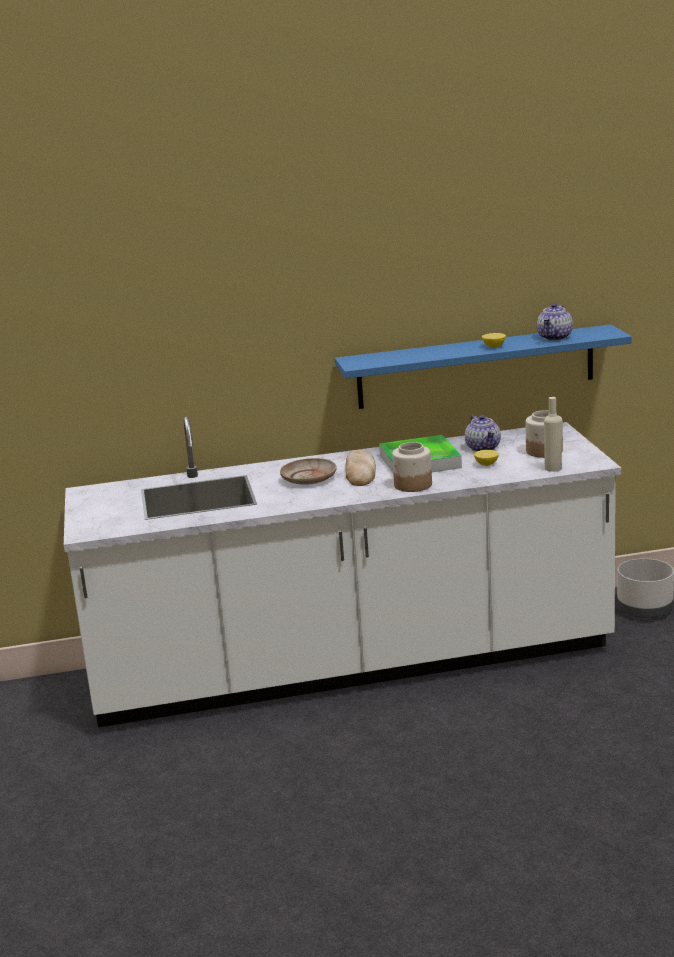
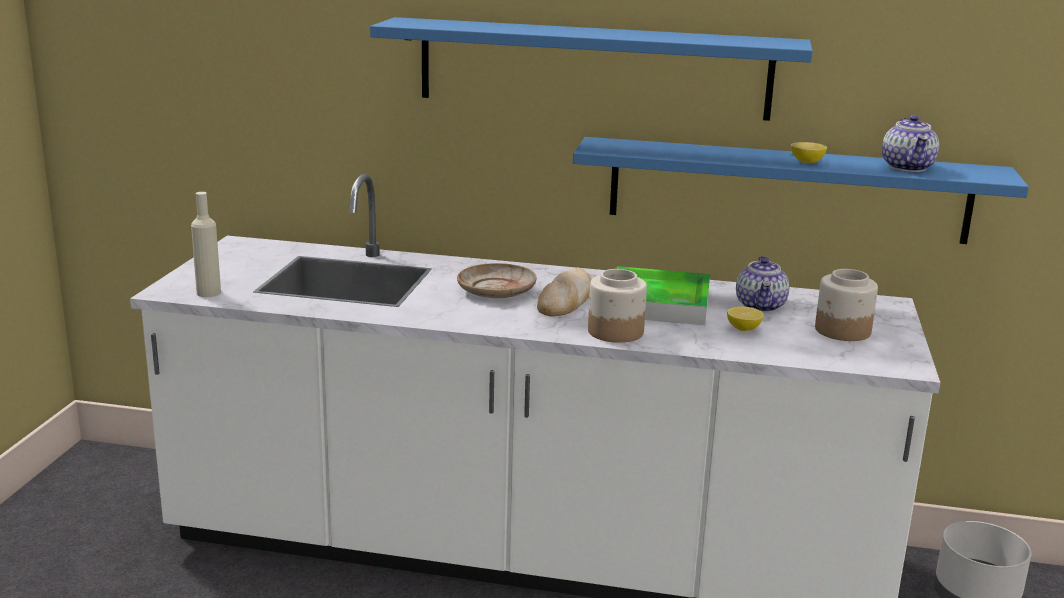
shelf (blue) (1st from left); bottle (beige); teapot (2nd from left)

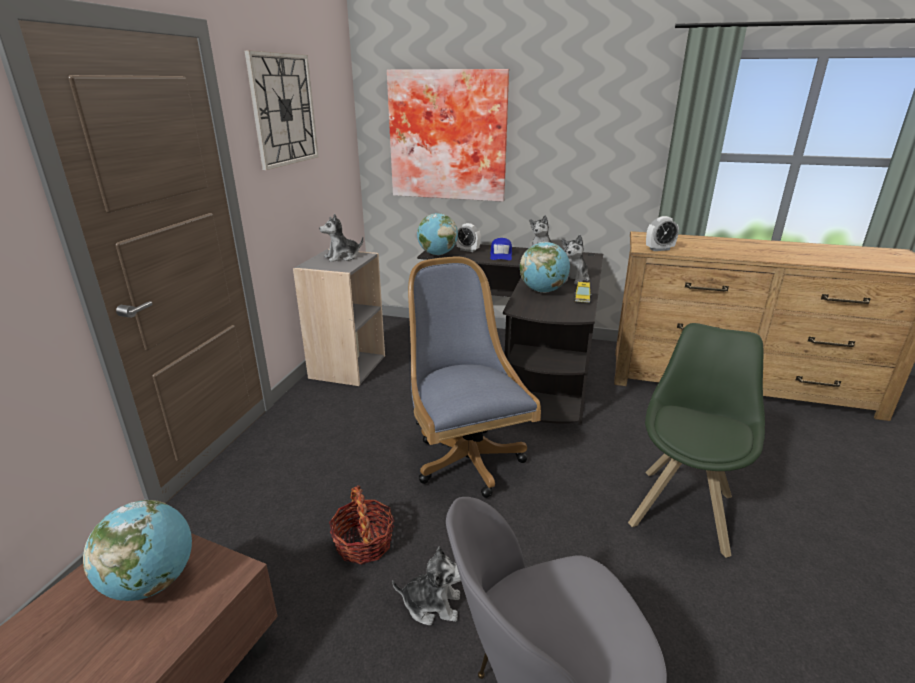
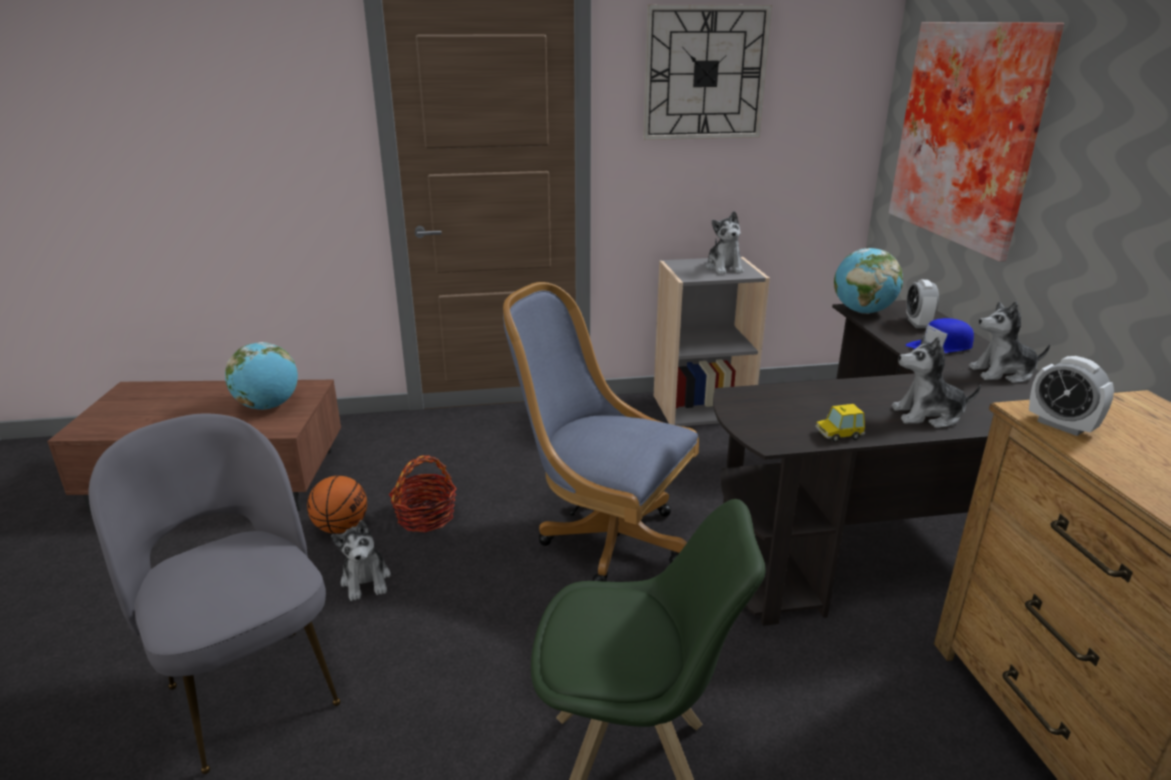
globe (3rd from left in the first image); basketball; plush toy (2nd from left); office chair (blue)

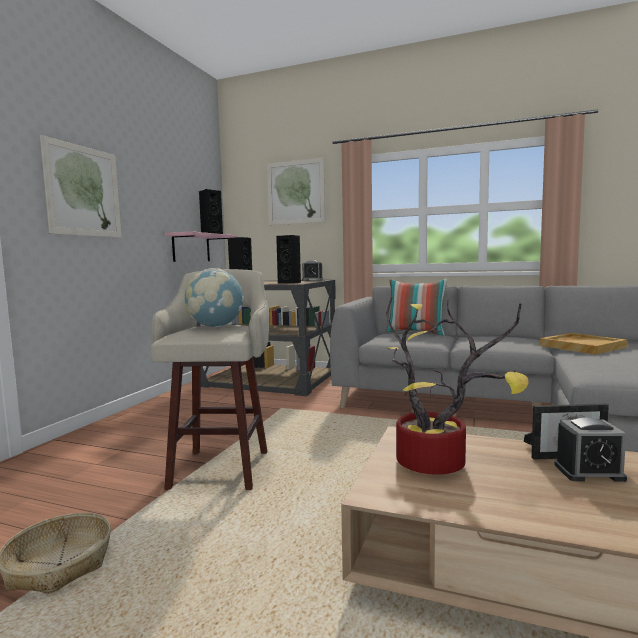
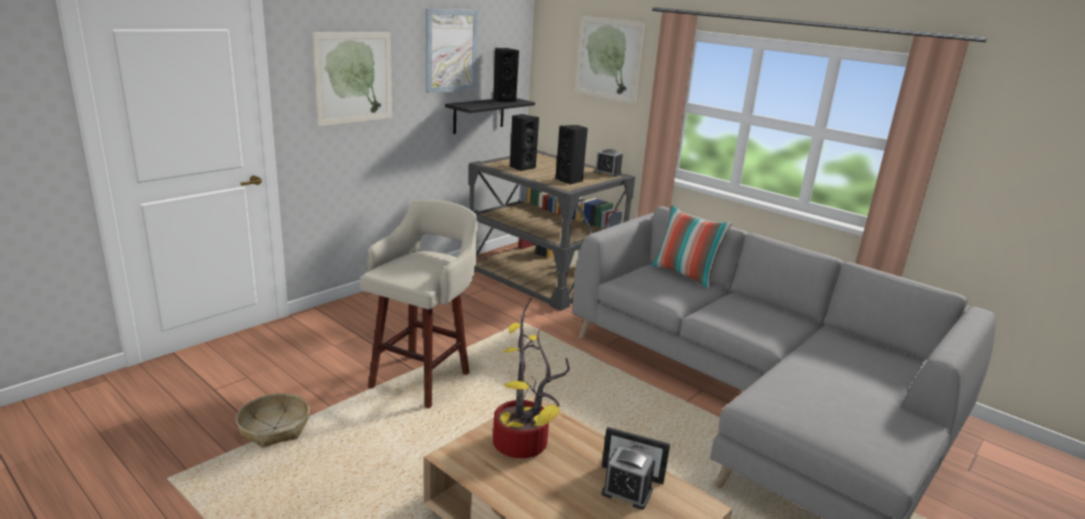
globe; tray (beige); picture (2nd from left); shelf (black)

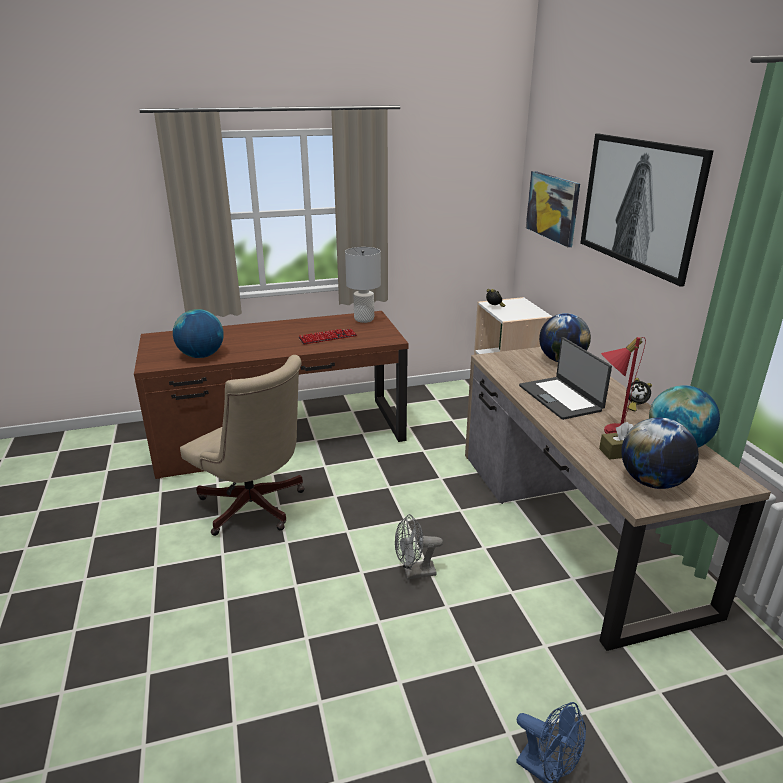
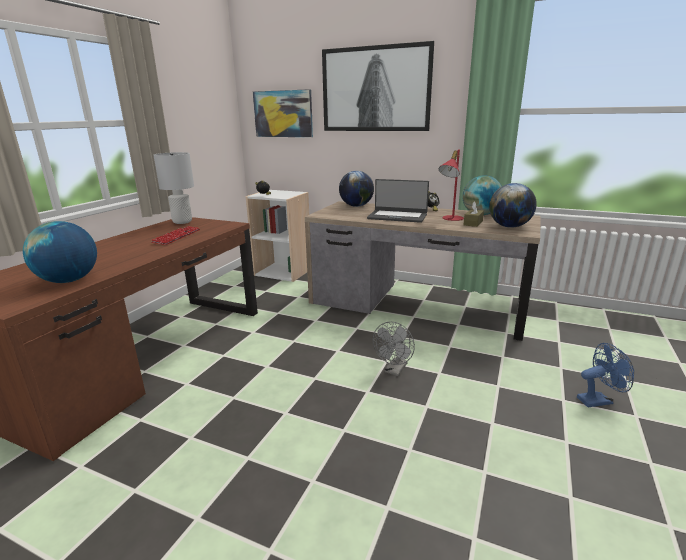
office chair (beige)

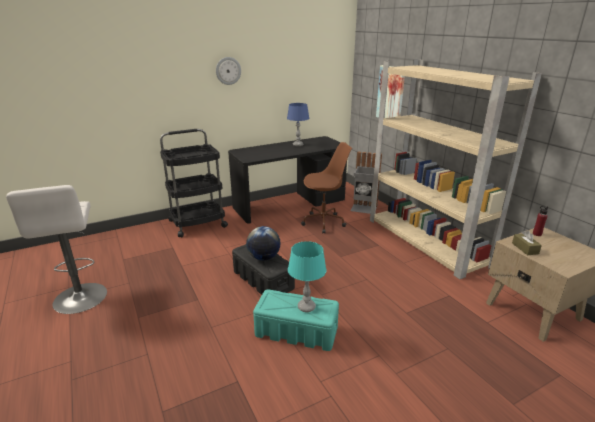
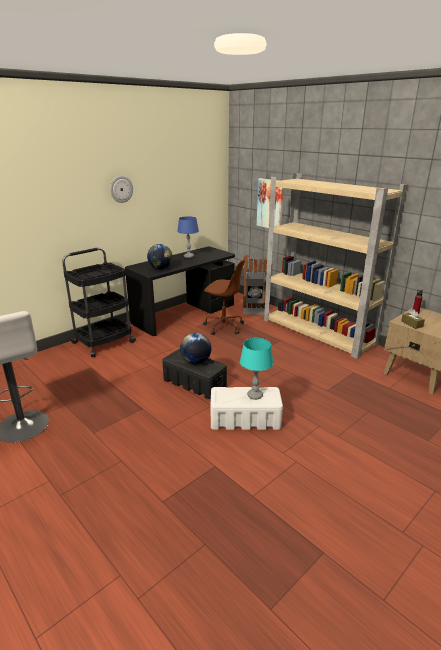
globe (1st from left); storage box (white); office chair (brown)

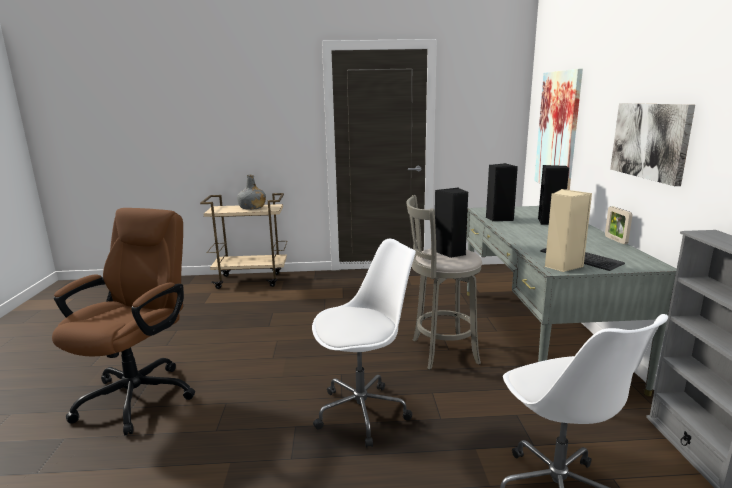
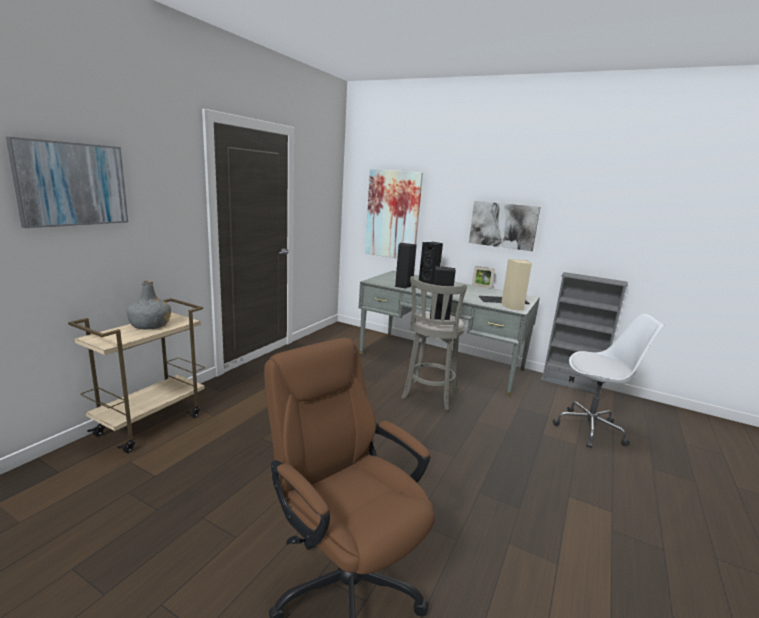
office chair (white) (1st from left in the first image); picture (1st from left)

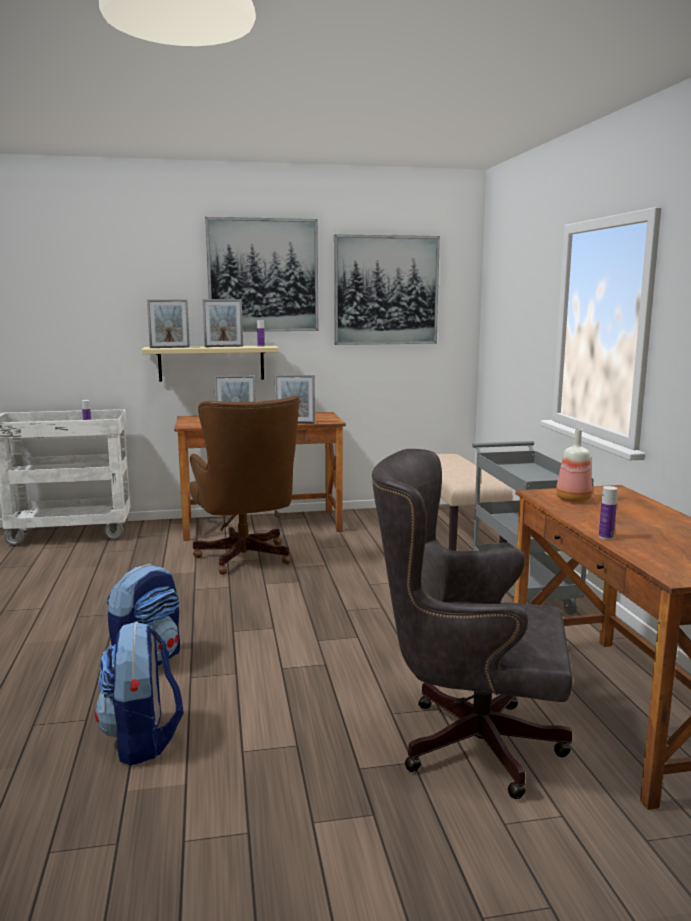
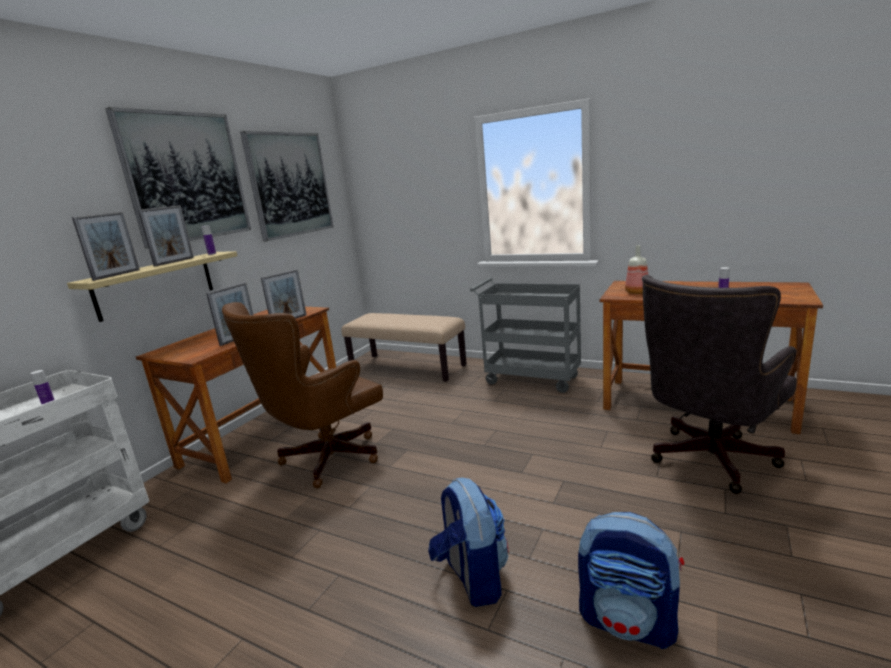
office chair (brown)

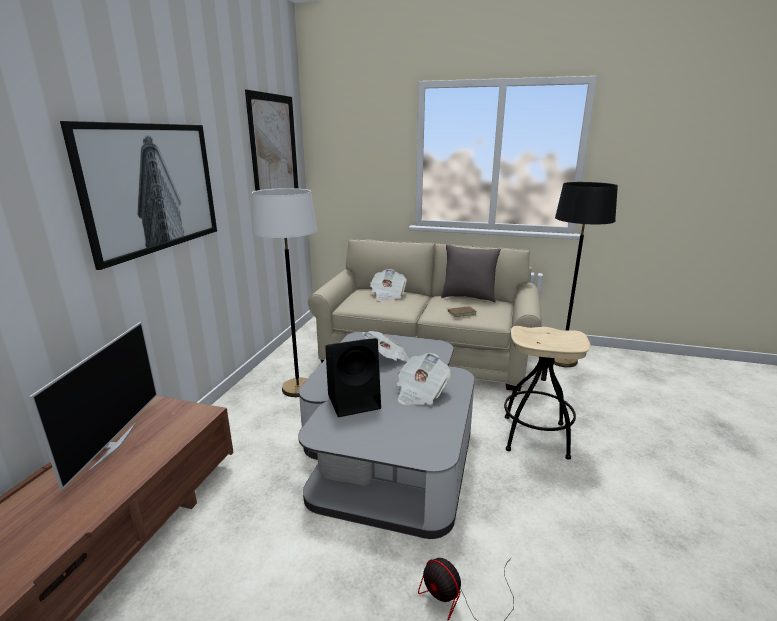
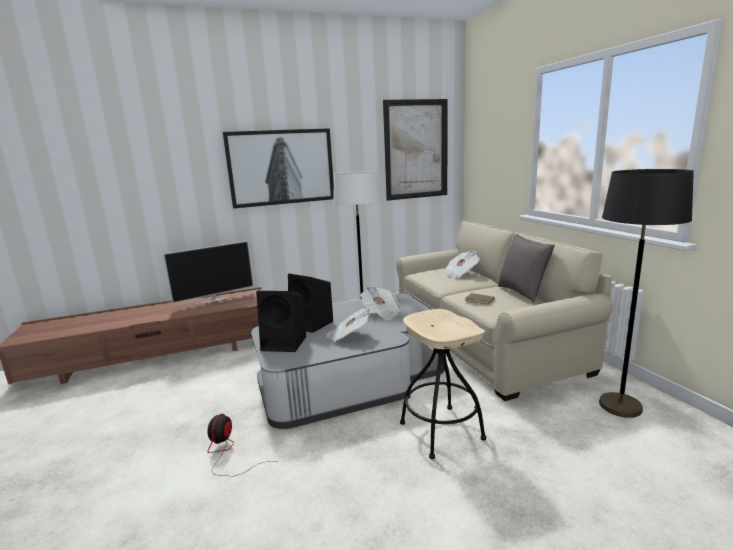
speaker (black) (1st from left)

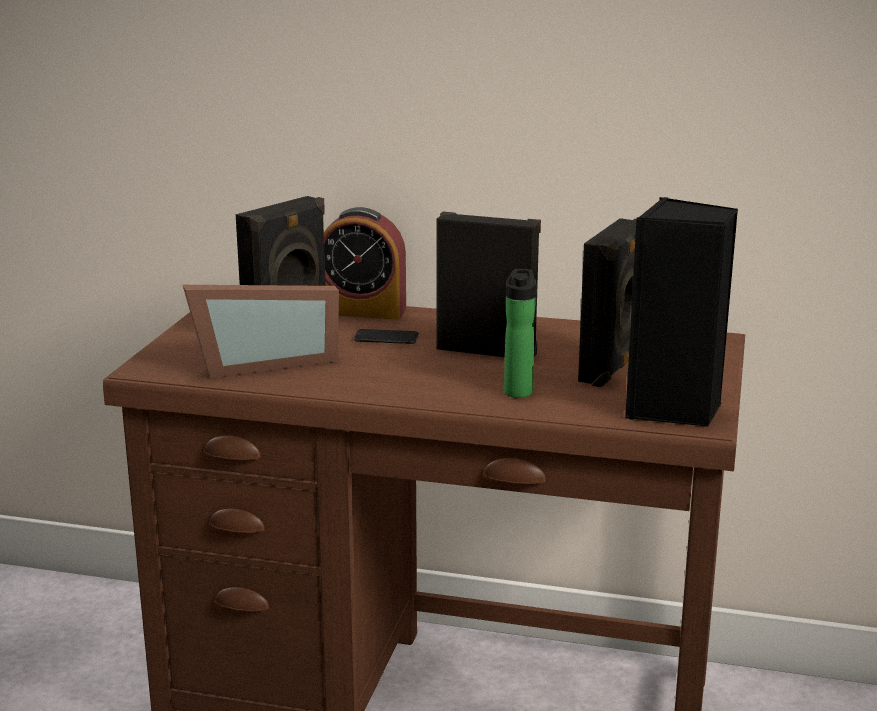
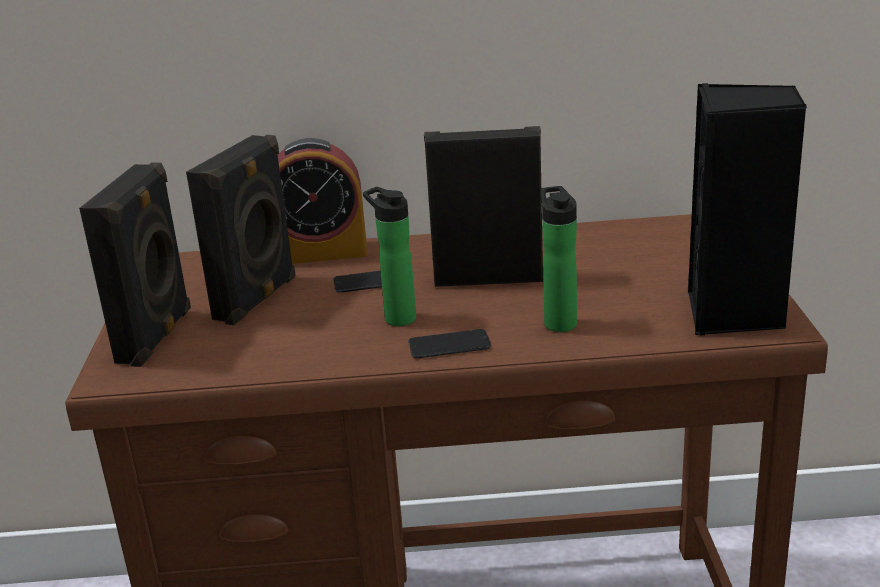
picture frame; bottle (1st from left); phone (2nd from left); speaker (black) (1st from left)

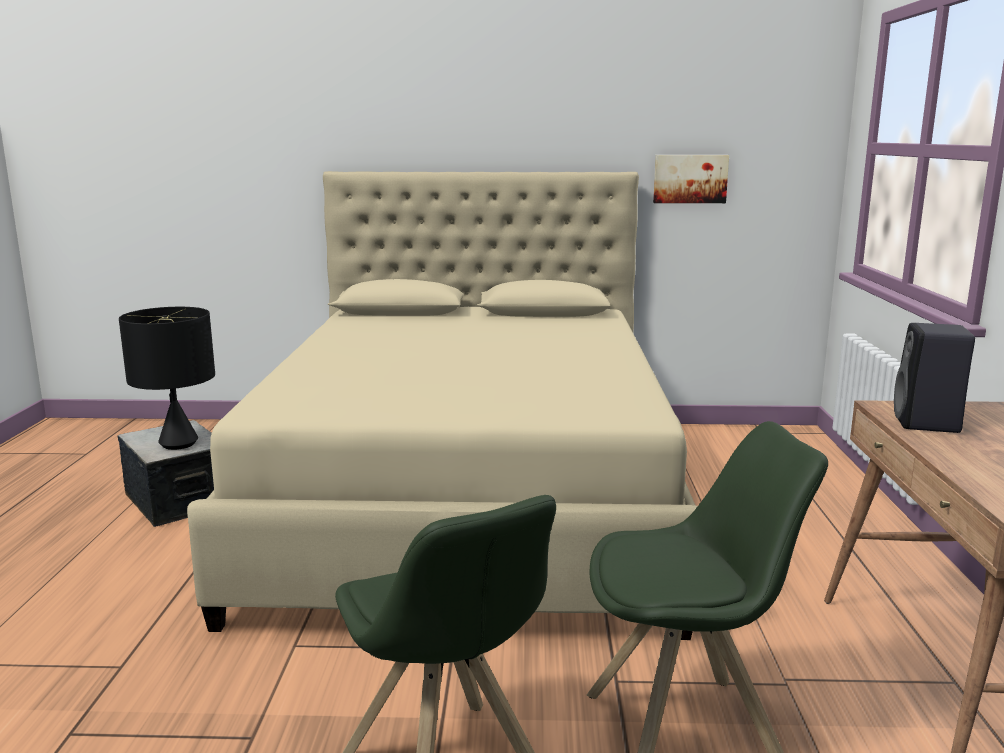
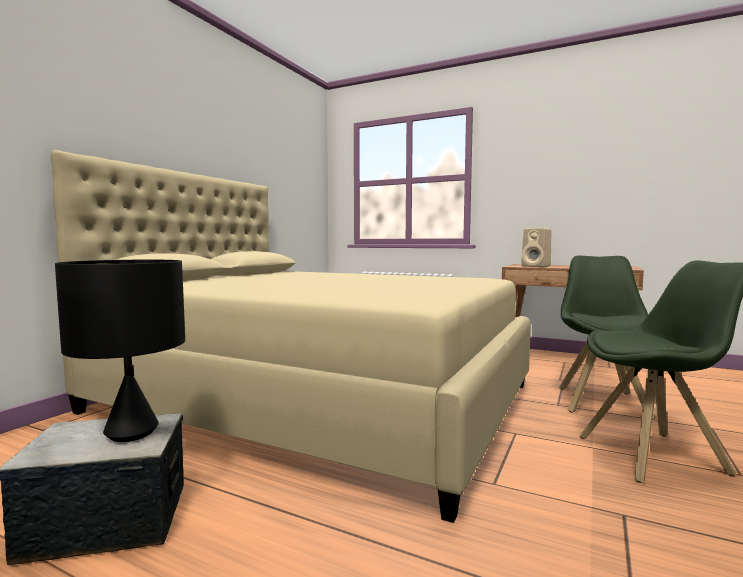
picture; speaker (beige)

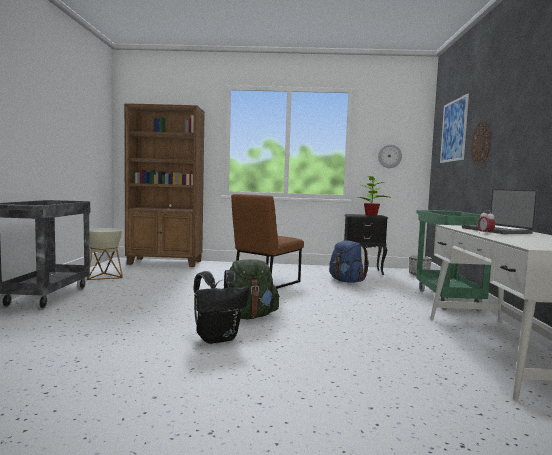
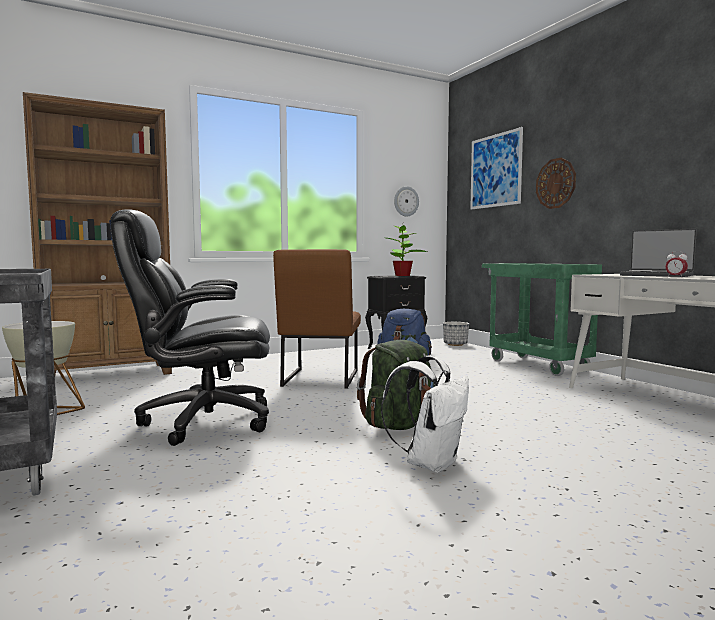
office chair (black); backpack (white)

